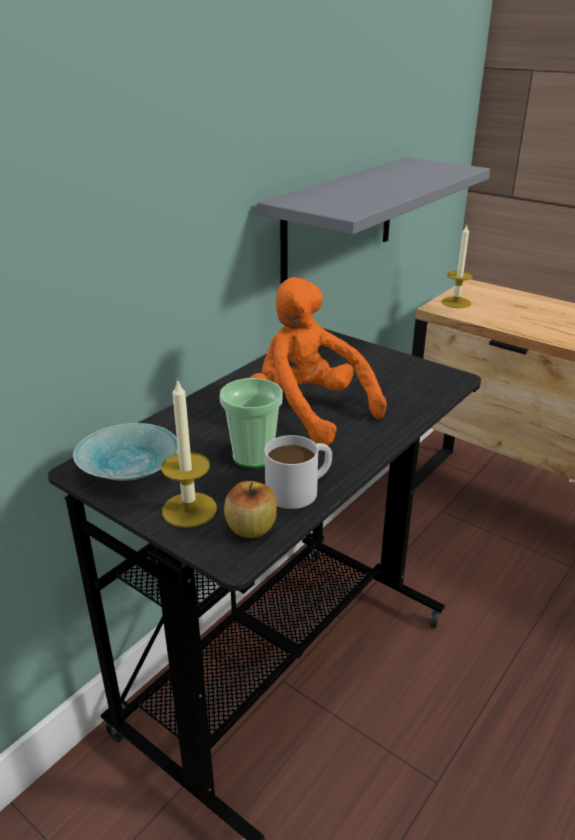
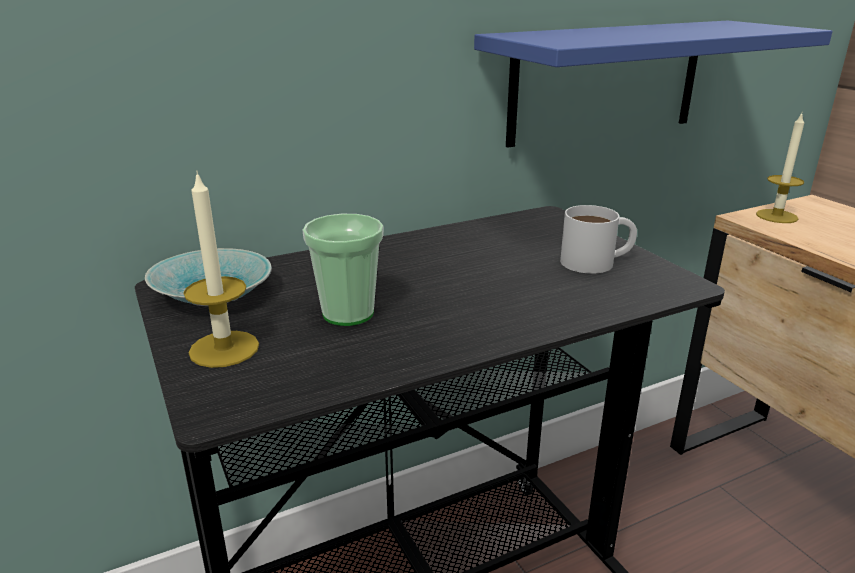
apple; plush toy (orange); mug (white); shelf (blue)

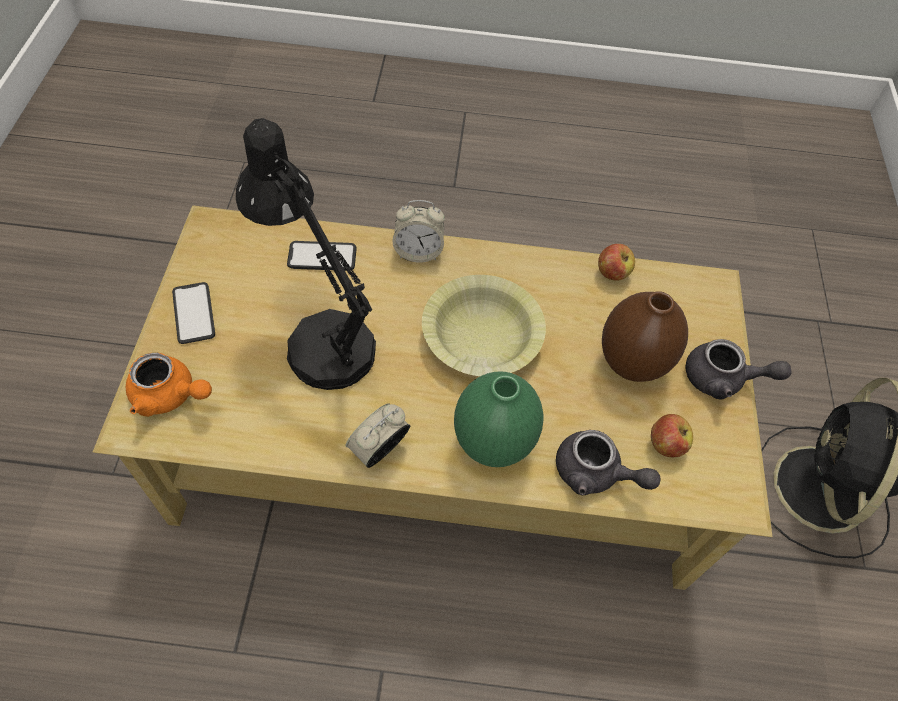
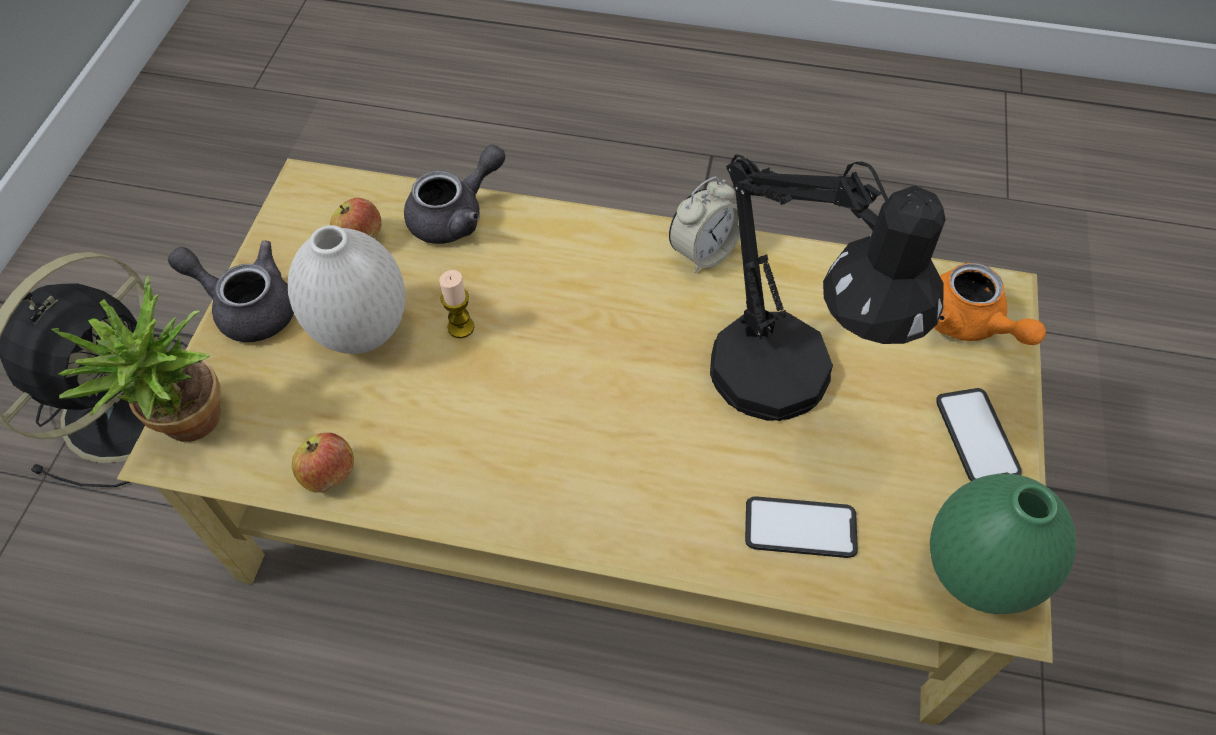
alarm clock (2nd from left in the first image); bowl (yellow); potted plant; candle; vase (green); vase (white); teapot (orange); teapot (grey) (2nd from left)

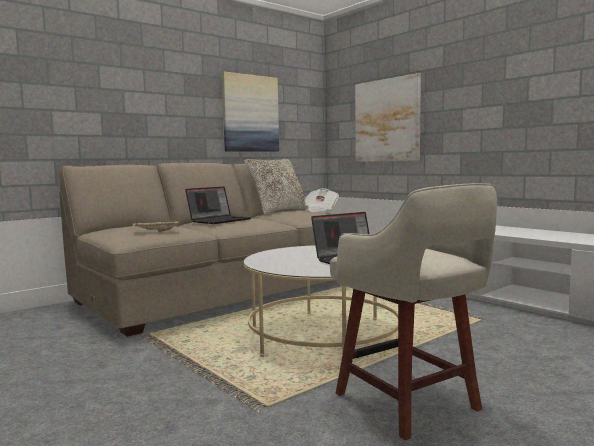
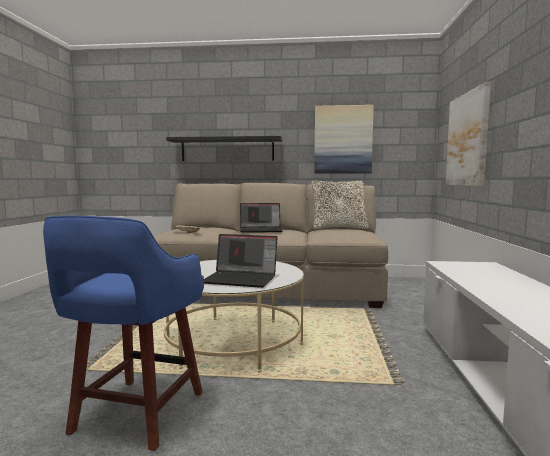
newspaper; shelf (black); stool (blue)

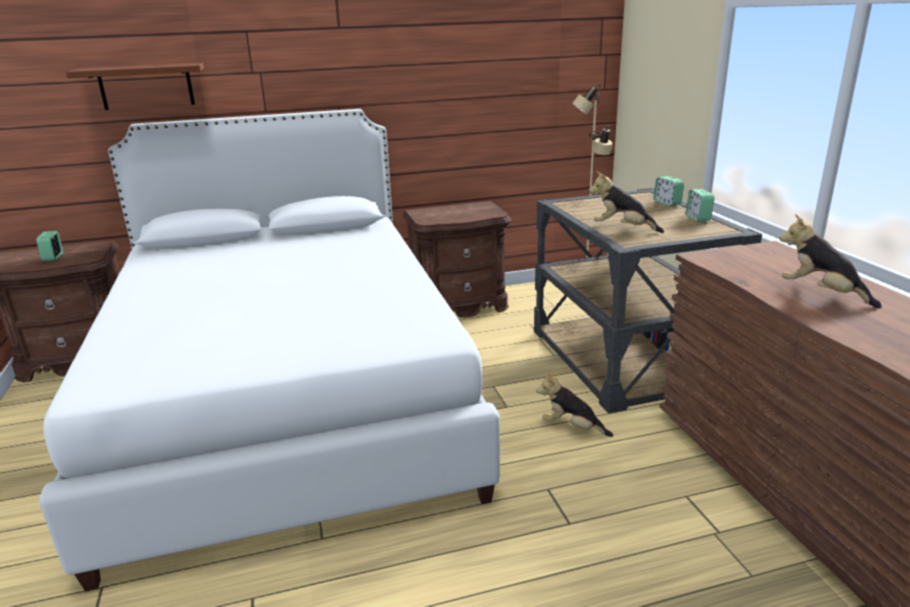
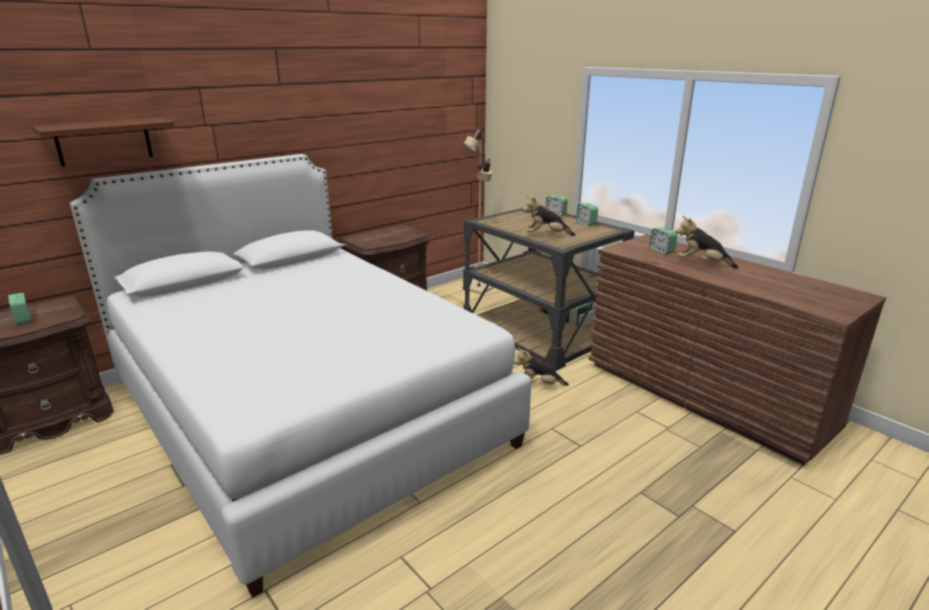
alarm clock (4th from left)

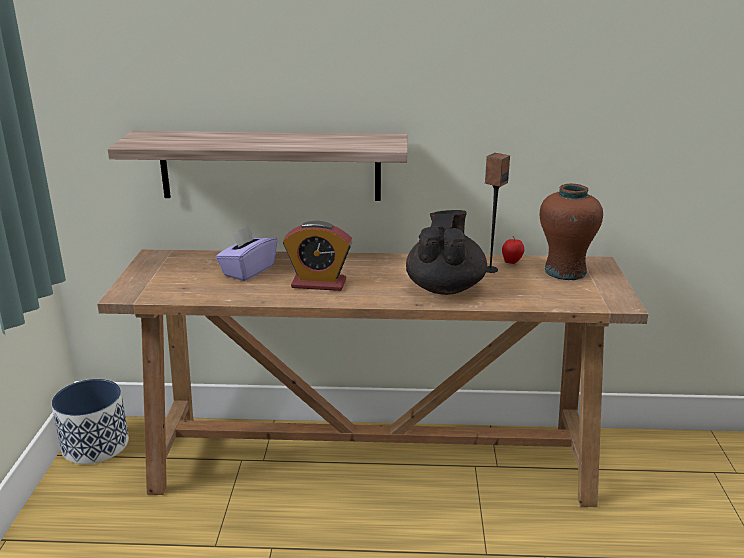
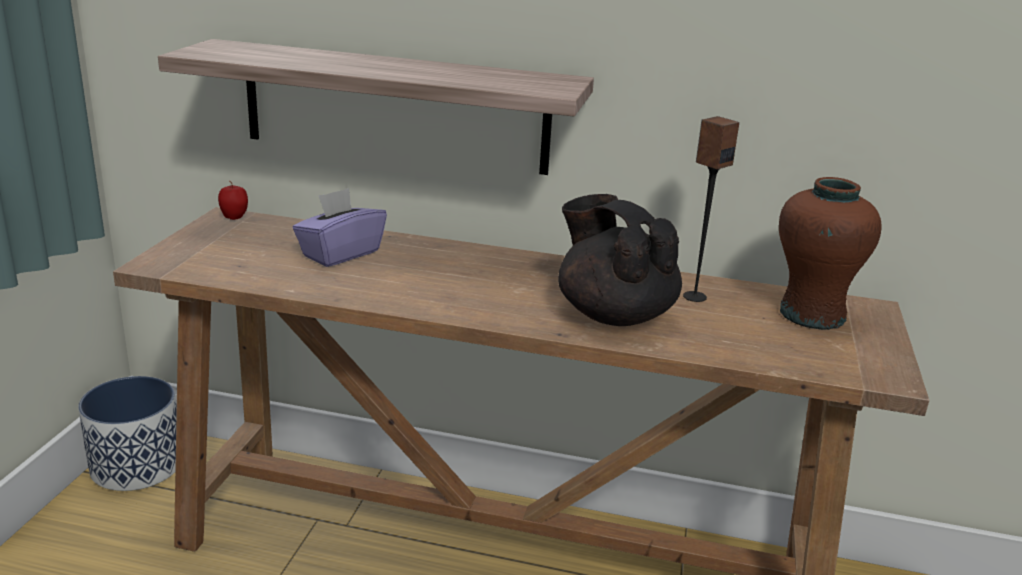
alarm clock; apple; teapot (black)

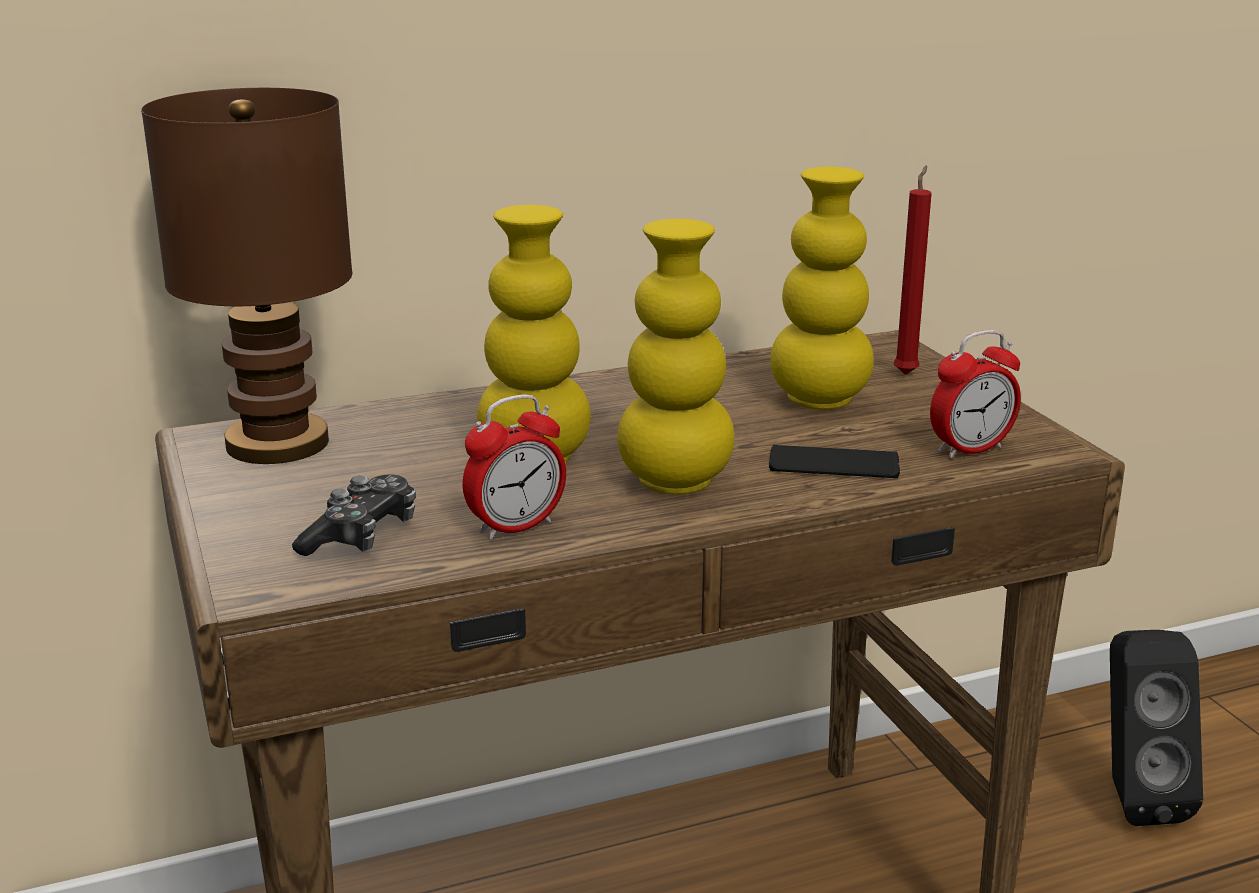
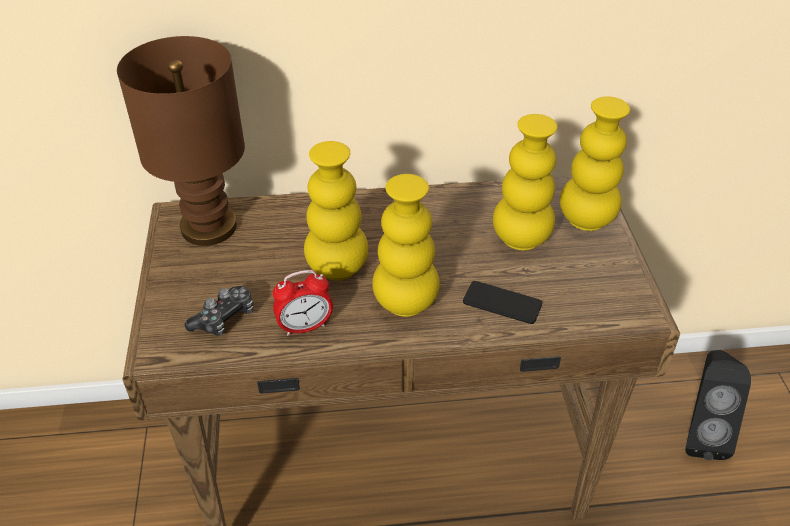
alarm clock (2nd from left in the first image); vase (yellow) (4th from left)

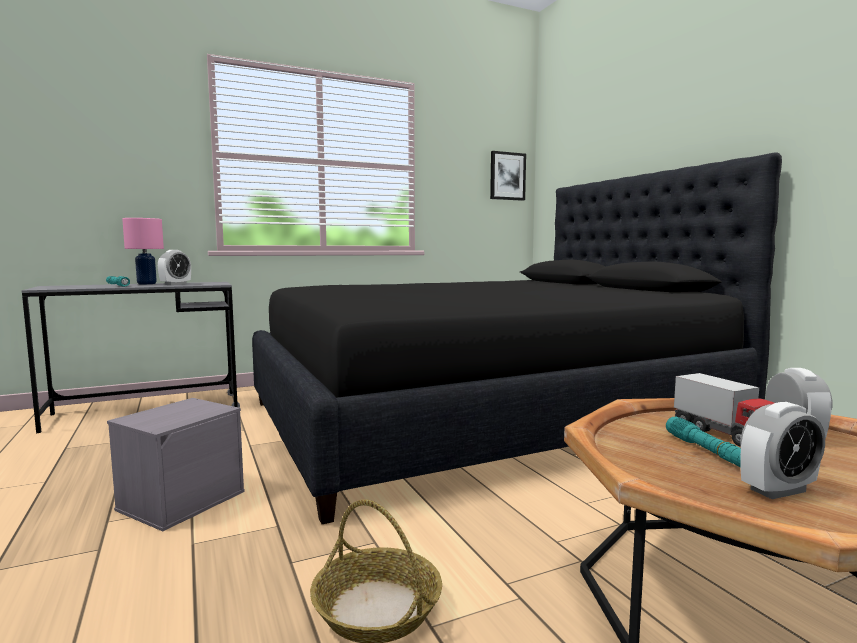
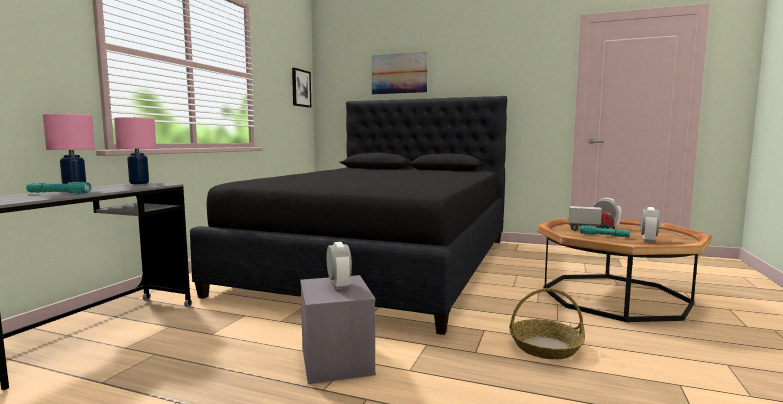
table lamp (pink) (2nd from left); picture (2nd from left); alarm clock (1st from left)

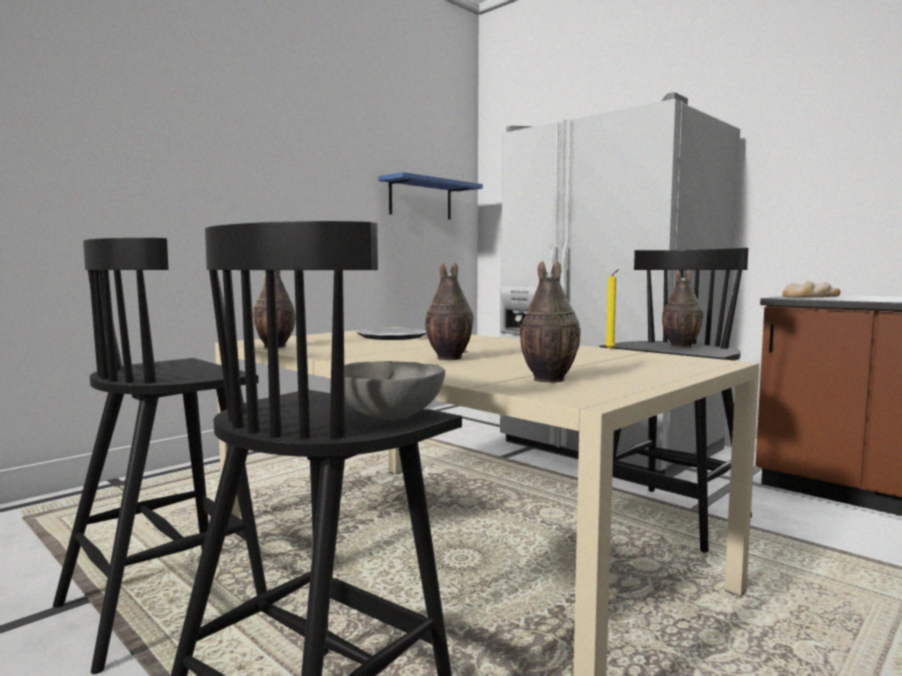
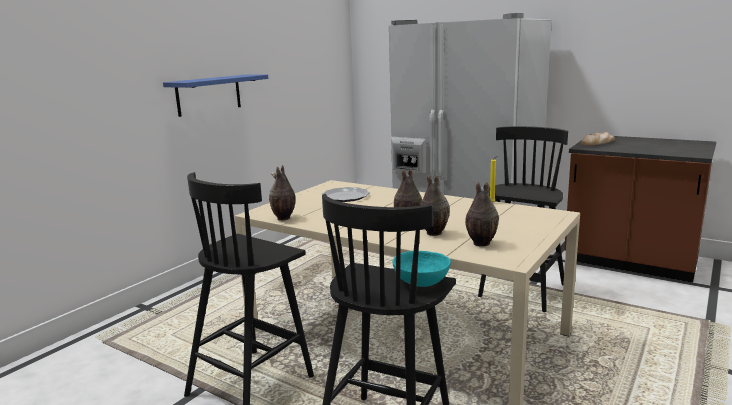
shelf (blue); vase (3rd from left); bowl (turquoise)

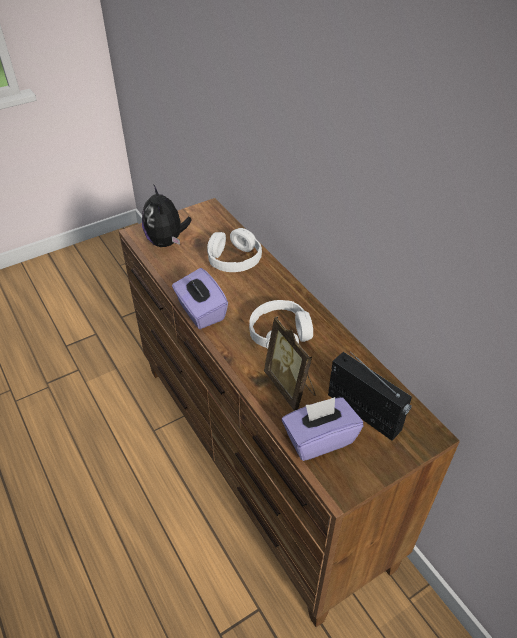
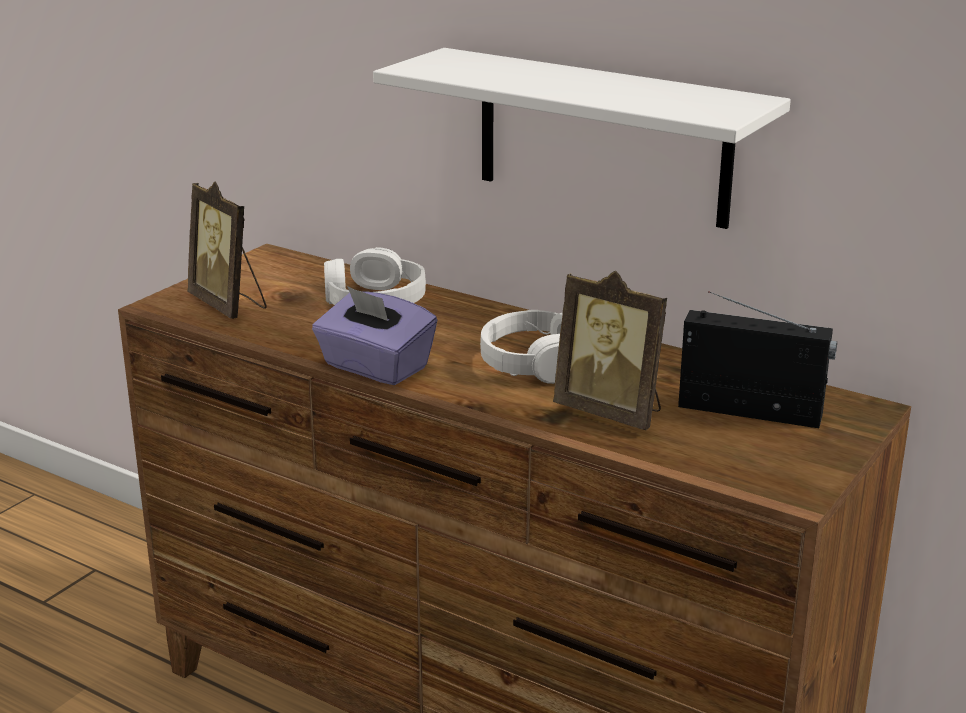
tissue box (purple) (2nd from left in the first image); shelf (white); picture frame (1st from left)

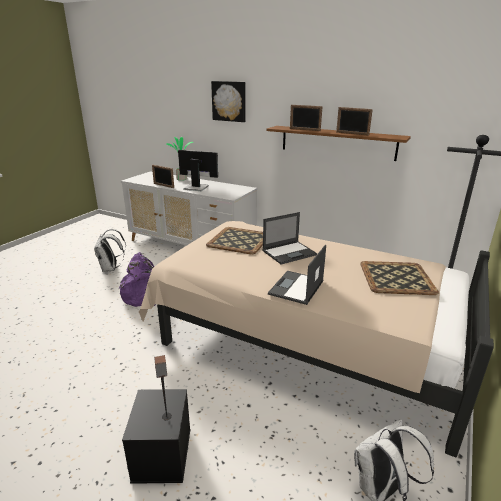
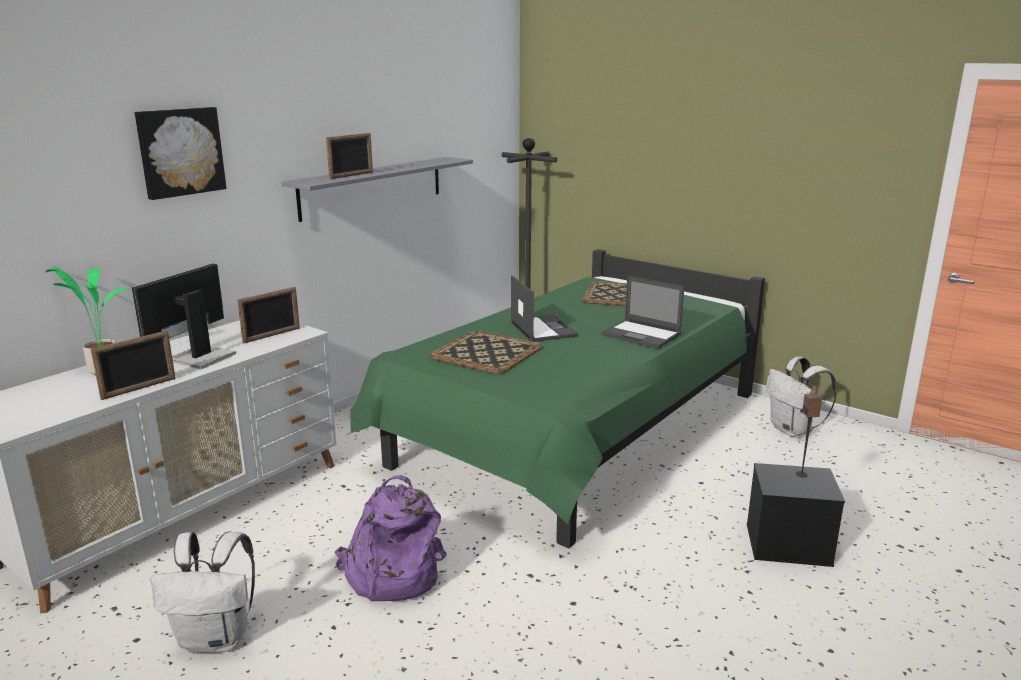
picture frame (2nd from left); bed (green); shelf (grey)

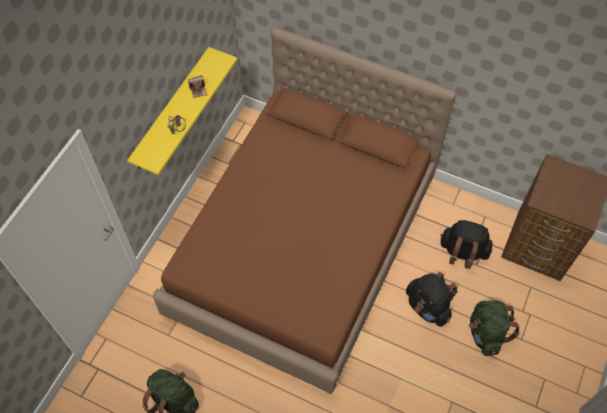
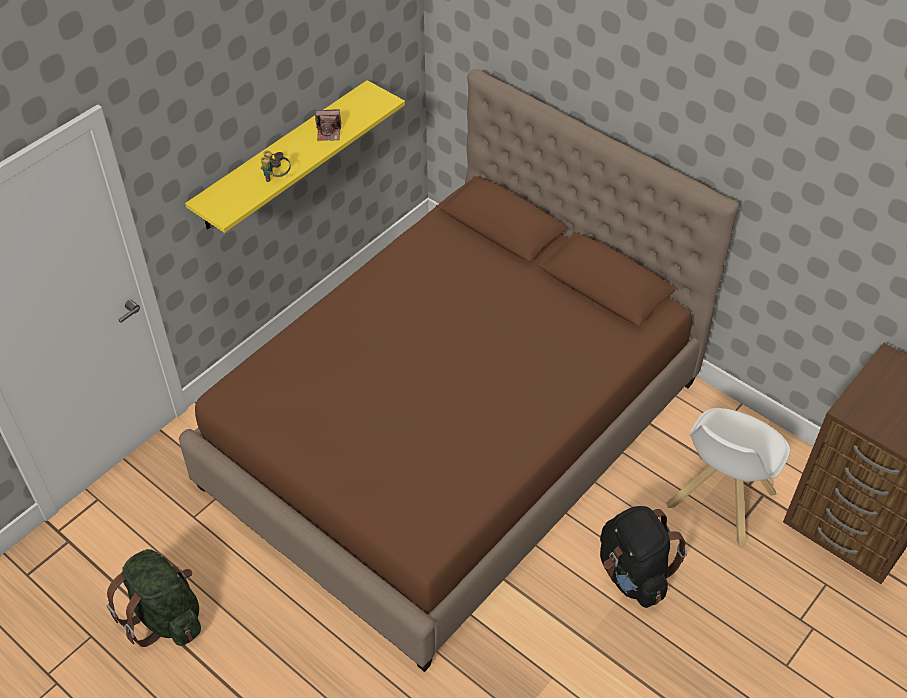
backpack (green) (2nd from left in the first image); chair (white)

